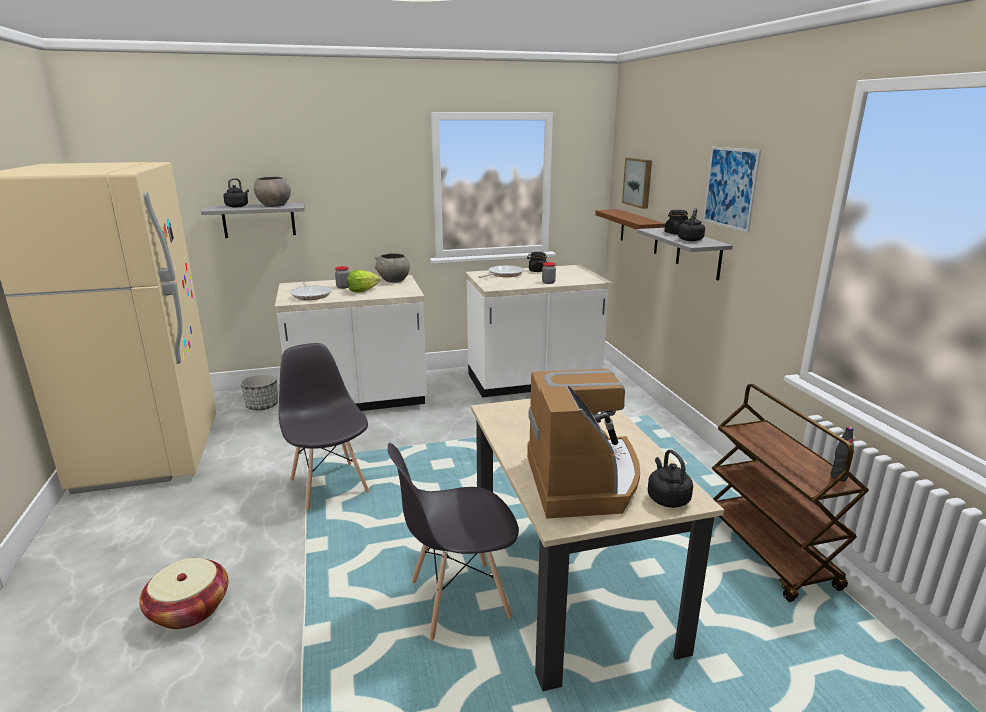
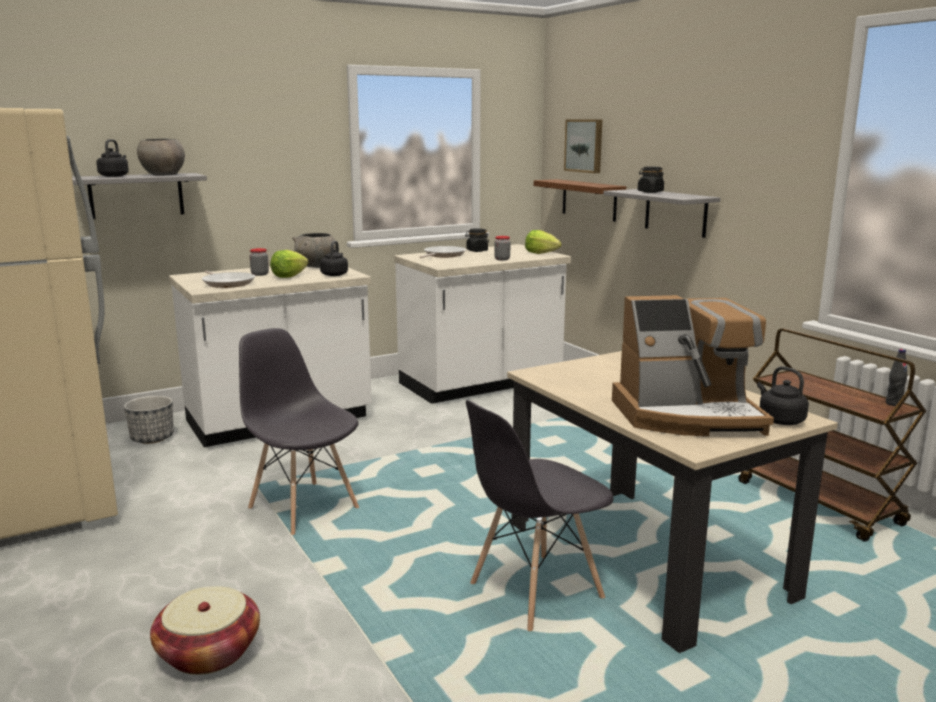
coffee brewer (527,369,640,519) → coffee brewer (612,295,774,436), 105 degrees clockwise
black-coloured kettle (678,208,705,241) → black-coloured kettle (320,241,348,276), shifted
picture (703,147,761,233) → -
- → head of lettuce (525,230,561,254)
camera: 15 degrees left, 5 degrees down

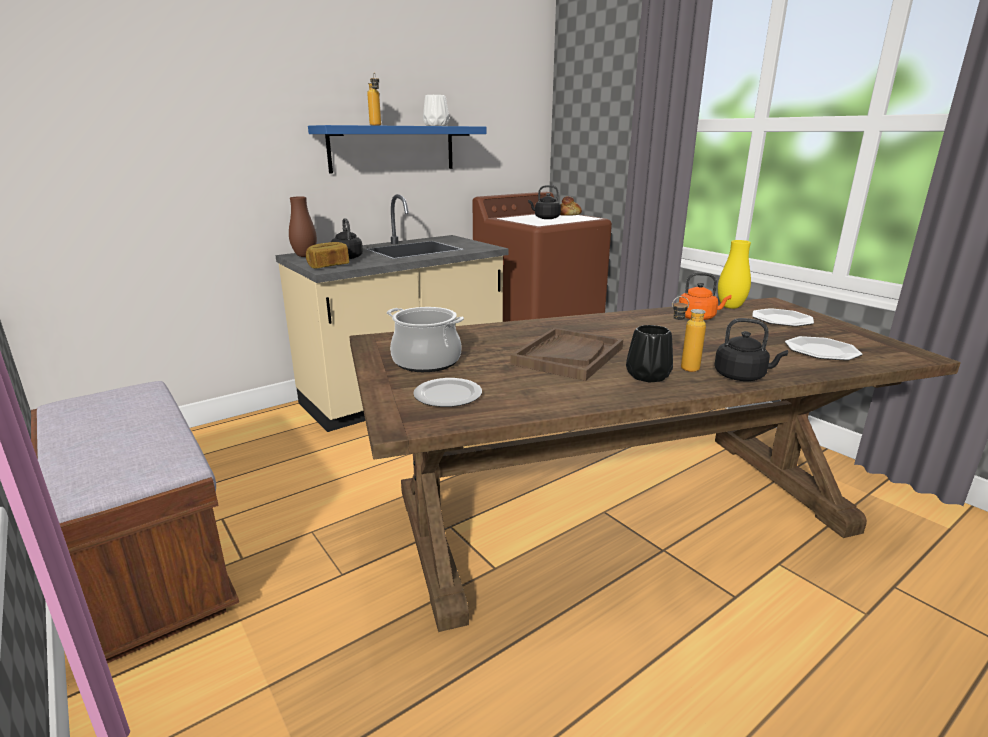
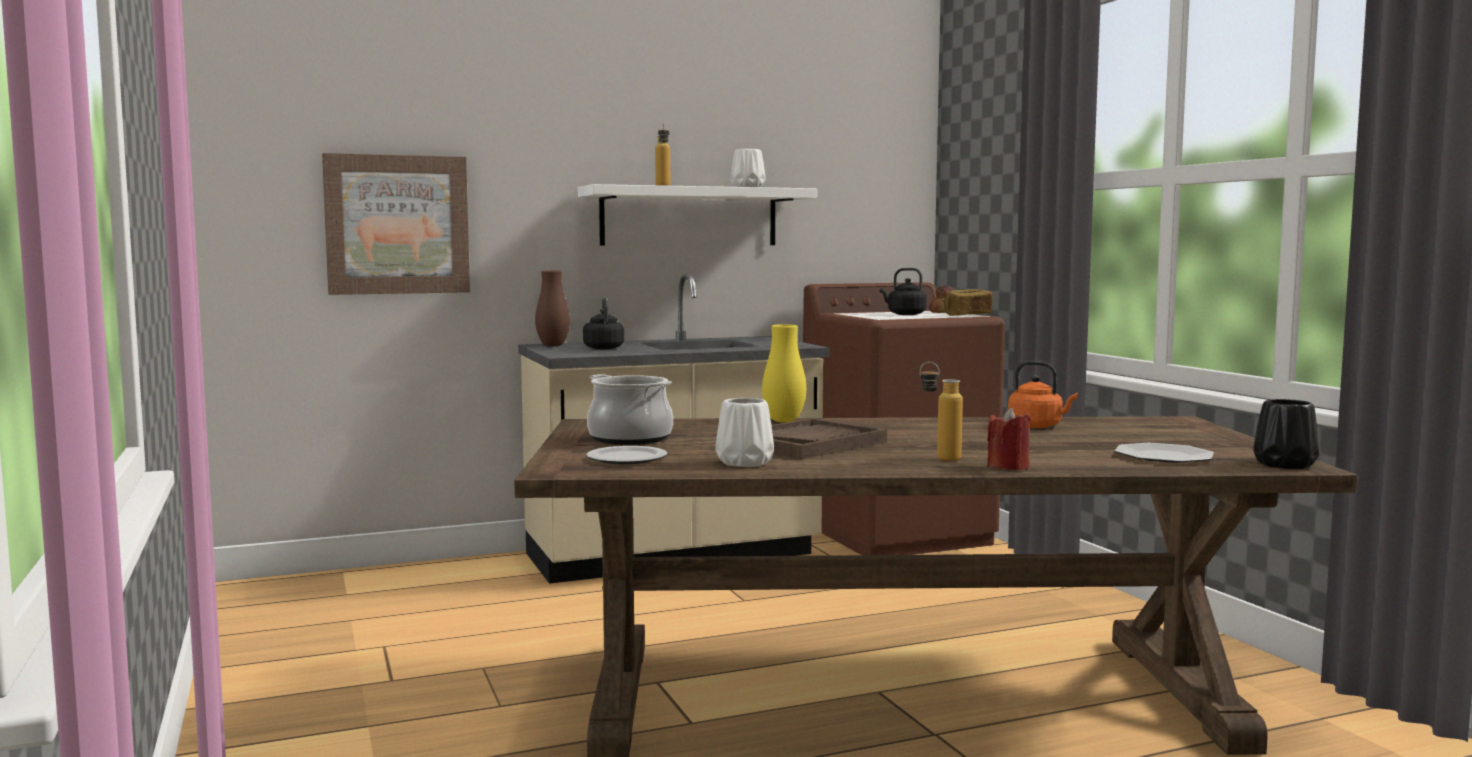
brownish indoor bench (31,381,239,663) → -
baked bread (306,242,349,269) → baked bread (944,289,993,316), shifted
blue shelf (308,125,486,173) → white shelf (578,184,817,246)
black-coloured decorative vase (626,325,673,382) → black-coloured decorative vase (1253,399,1319,469), shifted
black-coloured kettle (714,318,788,381) → red wax candle (987,408,1031,470)
yellow-coloured decorative vase (718,240,751,309) → yellow-coloured decorative vase (762,324,806,422), shifted
dinner plate (752,308,814,327) → -
- → picture (322,153,470,295)
- → white decorative vase (715,398,774,467)
camera: 15 degrees right, 15 degrees down

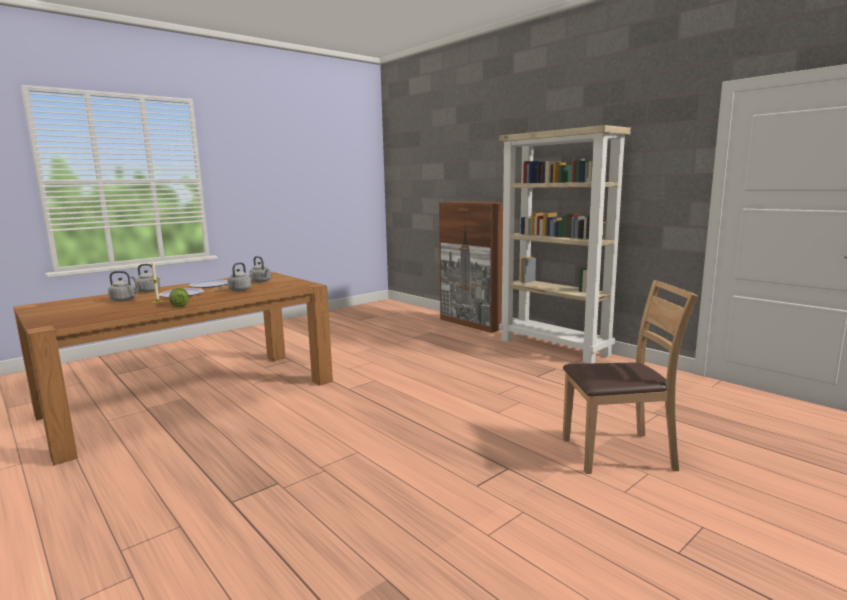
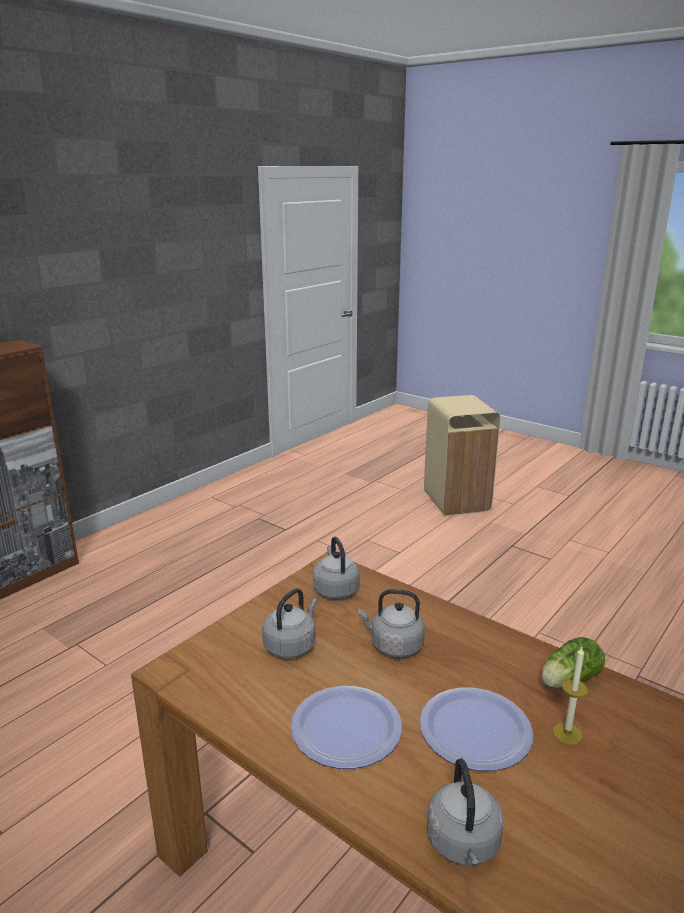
gray kettle (108,271,141,302) → gray kettle (313,537,360,599), shifted
beige-coloured bookshelf (499,125,631,364) → -
brownish chair (563,280,698,474) → beige-coloured rubbish bin (424,395,500,516)
camera: 100 degrees left, 10 degrees up

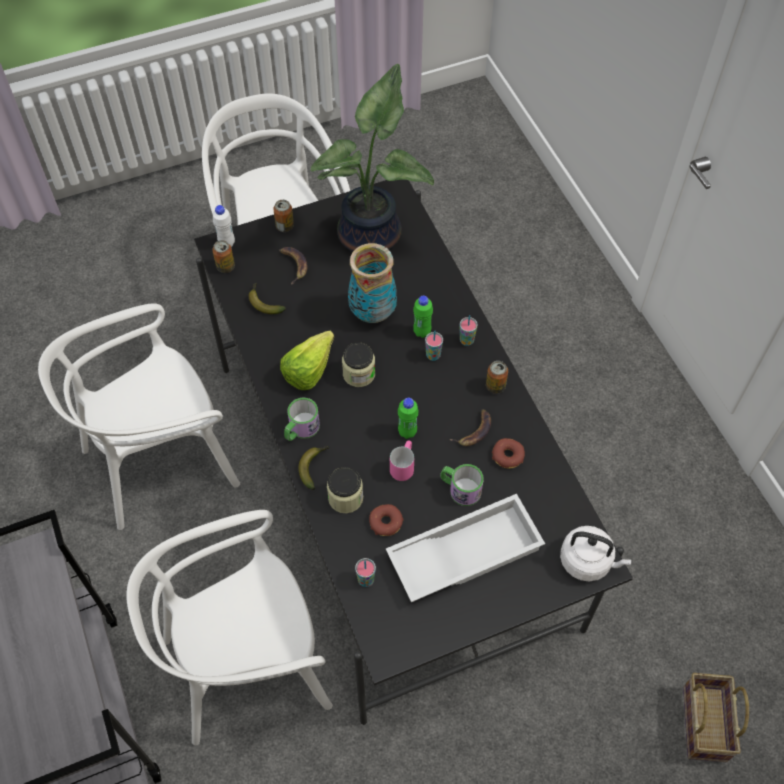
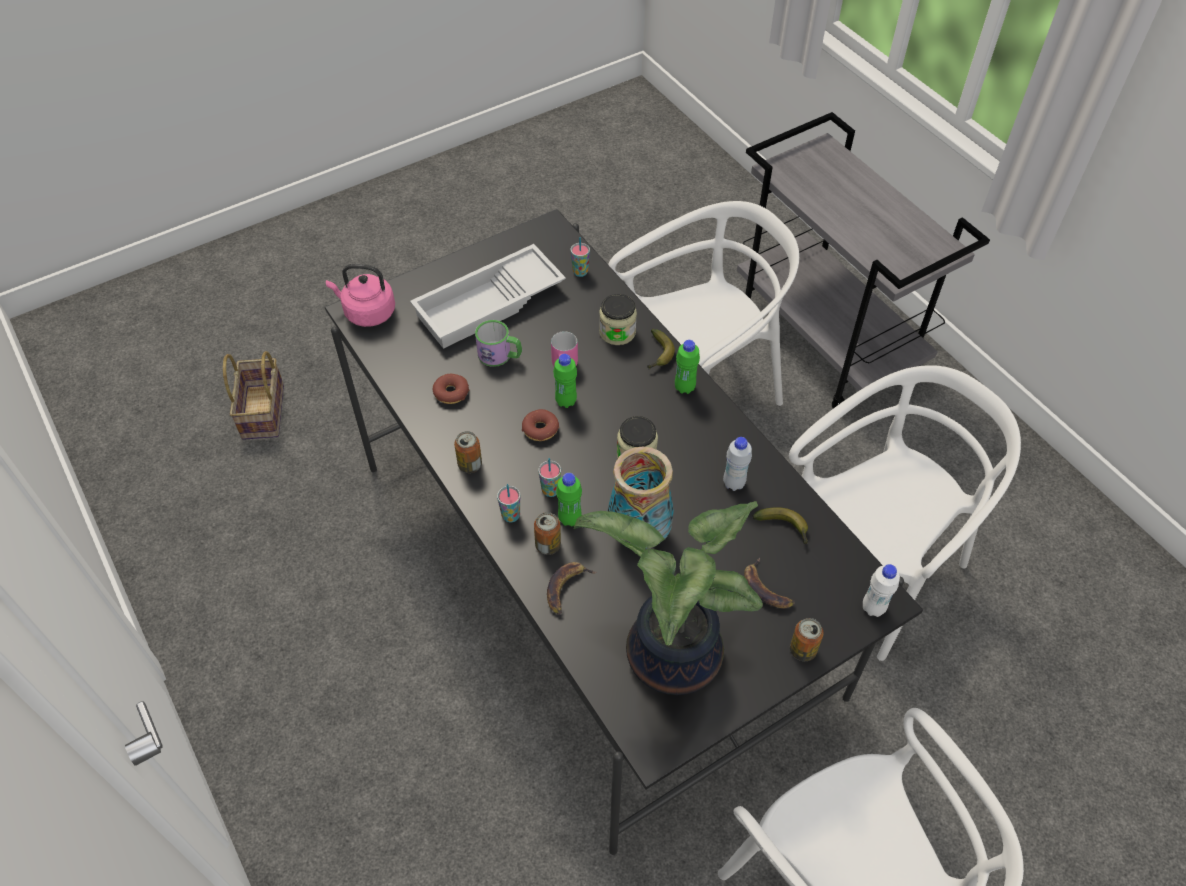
sealed can (212,240,235,273) → sealed can (534,512,561,555), shifted
head of lettuce (280,331,334,390) → -
coffee mug (284,397,320,441) → green-coloured drink bottle (675,340,700,394)
ring doughnut (369,504,404,536) → ring doughnut (522,409,559,441), shifted
whole banana (449,409,491,446) → whole banana (547,562,597,615), shifted
white kettle (560,526,631,581) → pink kettle (326,264,395,327)
- → white drink bottle (723,437,752,491)
camera: 170 degrees right, 5 degrees down

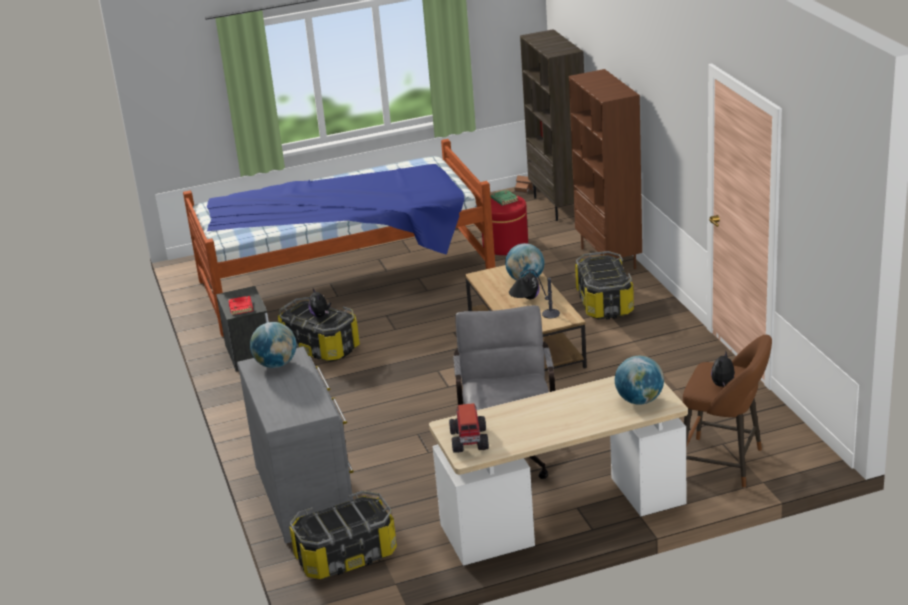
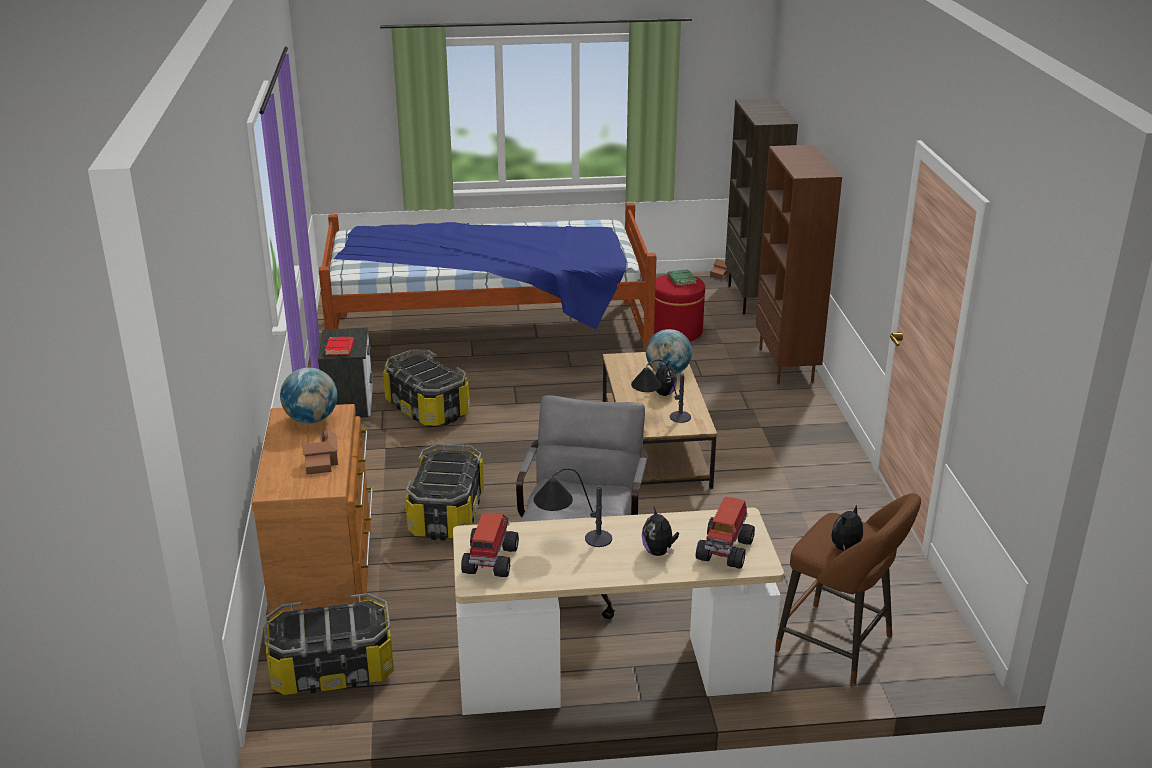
gray drawer chest (237,347,354,544) → brownish drawer chest (251,404,373,620)
plush toy (309,289,331,318) → plush toy (642,507,679,556), shifted
storage bin (575,251,634,320) → storage bin (405,444,484,541), shifted
world globe (615,356,664,405) → toy truck (696,497,755,569)
- → miniature house (302,428,338,475)
- → tabletop lamp (534,468,612,547)
camera: 10 degrees right, 0 degrees up

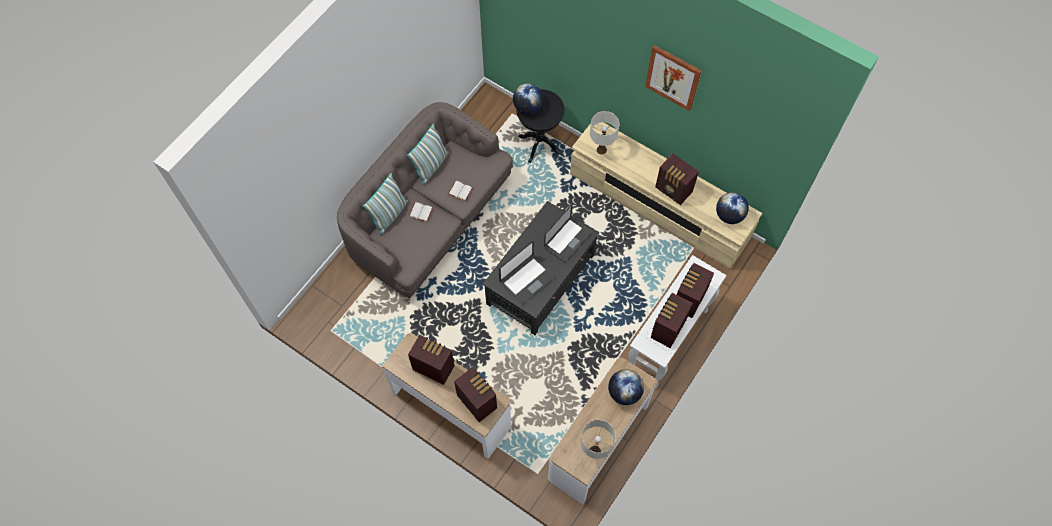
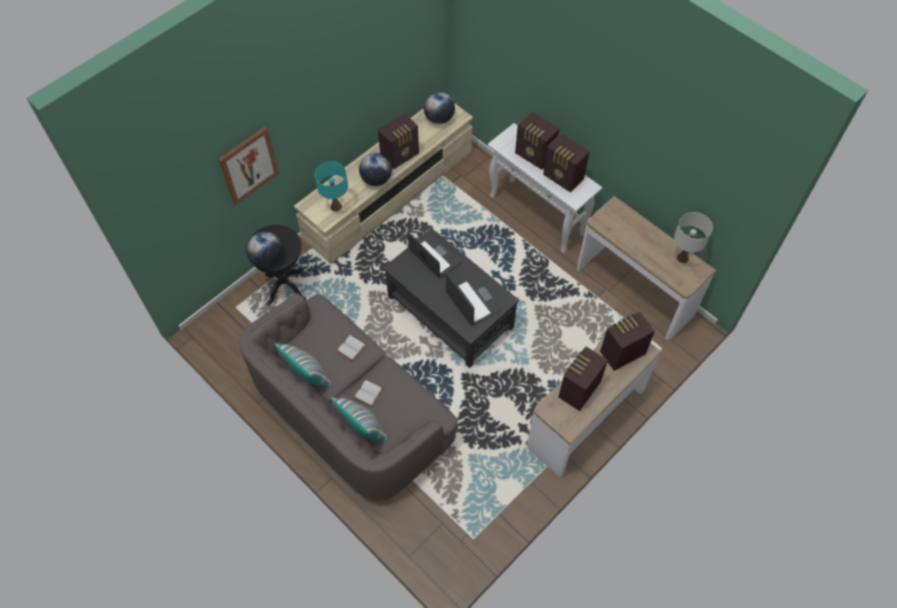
white tabletop lamp (590,111,619,154) → turquoise tabletop lamp (315,161,348,211)
world globe (608,369,644,405) → world globe (359,153,392,186), shifted
picture (645,45,702,111) → picture (218,127,279,205), shifted
camera: 80 degrees left, 5 degrees down

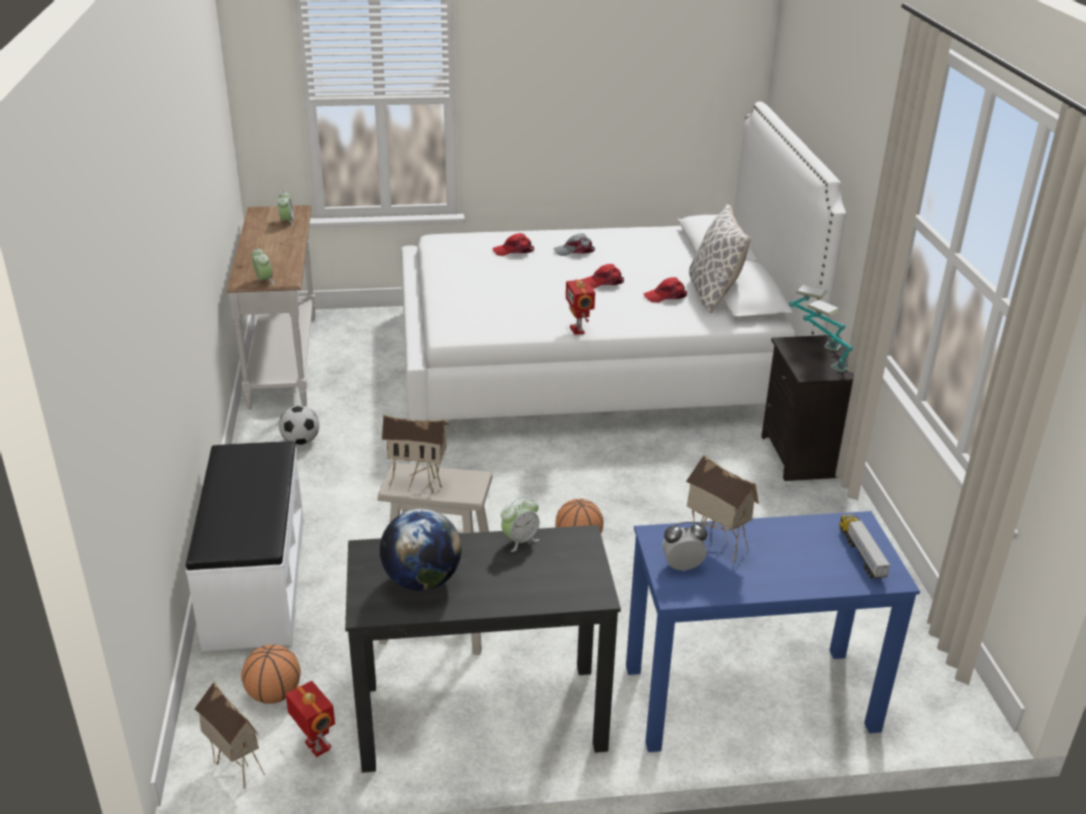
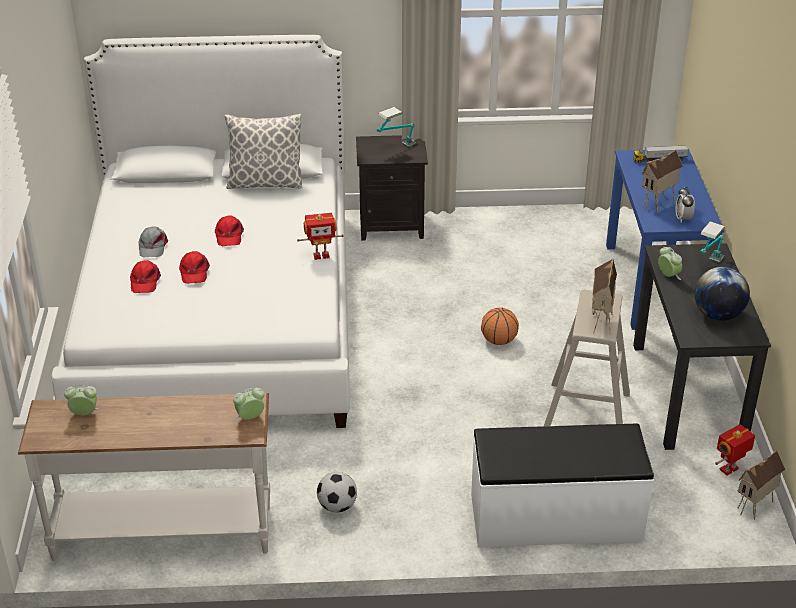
basketball ball (241,644,301,704) → -
red peaked cap (643,277,687,303) → red peaked cap (179,251,210,284), shifted
tabletop lamp (789,285,845,351) → tabletop lamp (700,221,725,263), shifted
camera: 85 degrees left, 5 degrees up

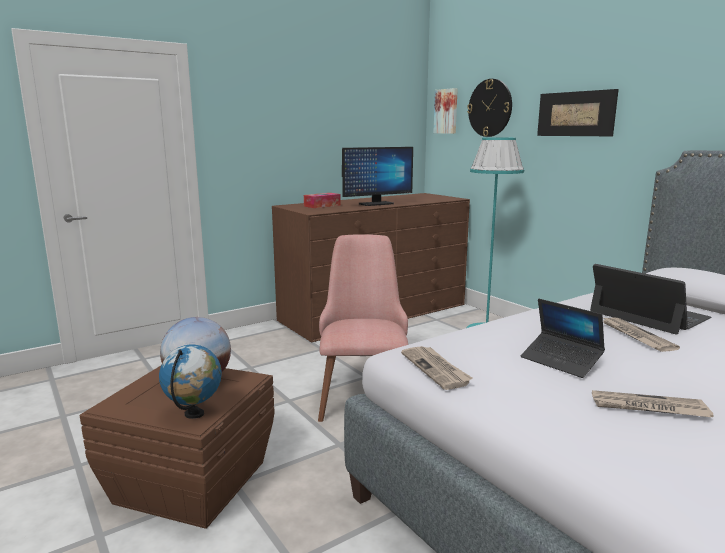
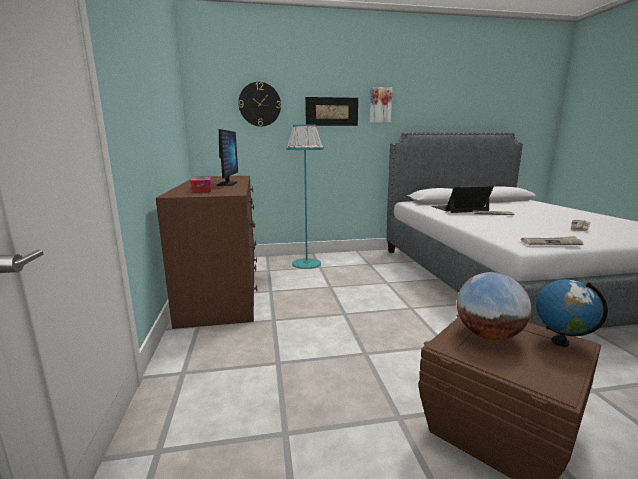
pink chair (318,234,408,422) → -
picture (433,88,458,134) → picture (369,87,393,123), shifted
laptop (521,299,605,378) → -
camera: 65 degrees left, 0 degrees up

